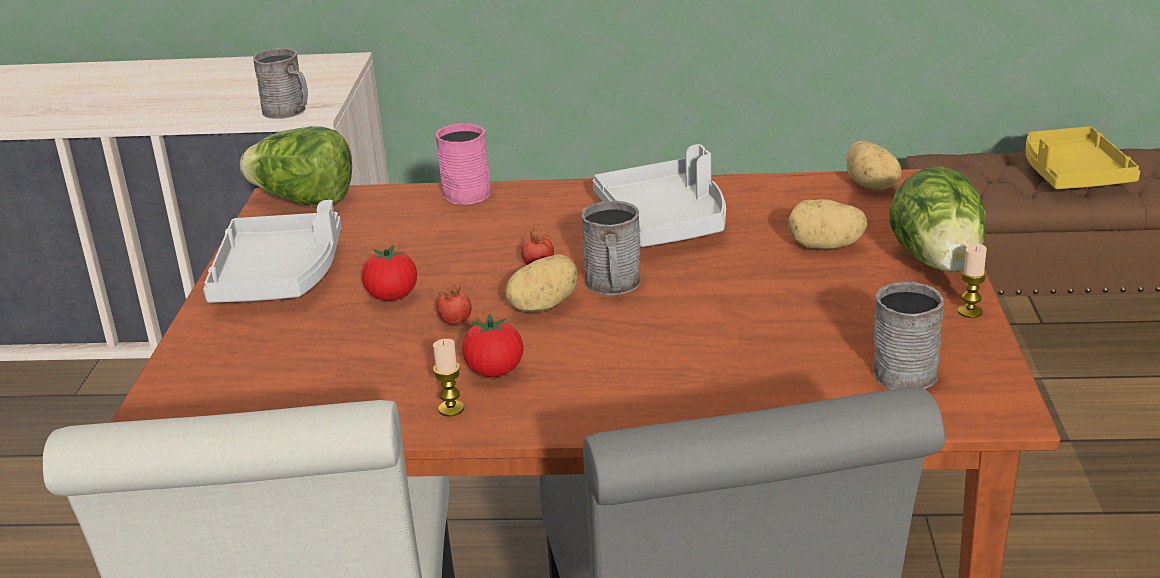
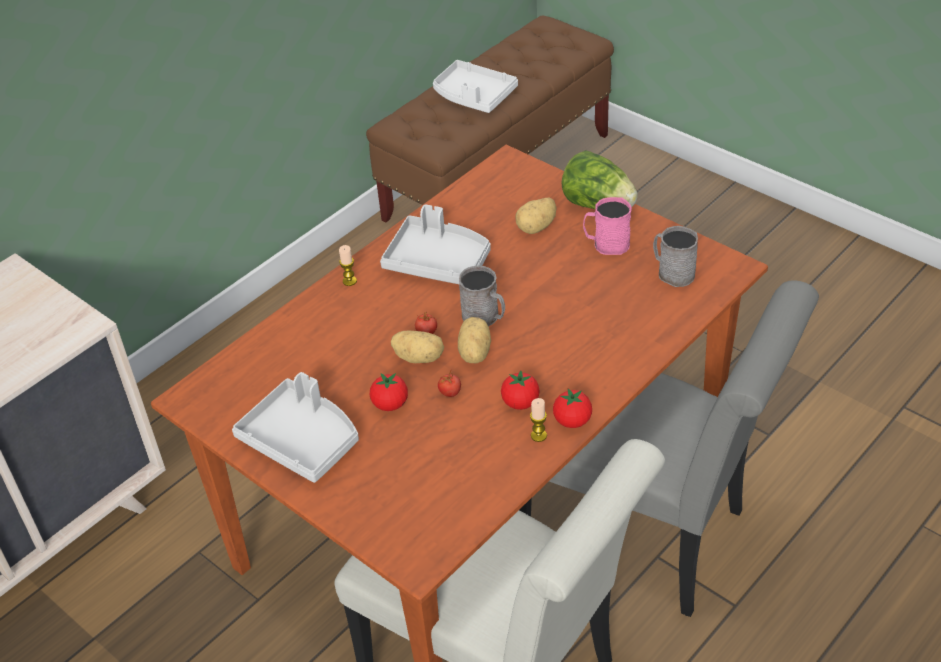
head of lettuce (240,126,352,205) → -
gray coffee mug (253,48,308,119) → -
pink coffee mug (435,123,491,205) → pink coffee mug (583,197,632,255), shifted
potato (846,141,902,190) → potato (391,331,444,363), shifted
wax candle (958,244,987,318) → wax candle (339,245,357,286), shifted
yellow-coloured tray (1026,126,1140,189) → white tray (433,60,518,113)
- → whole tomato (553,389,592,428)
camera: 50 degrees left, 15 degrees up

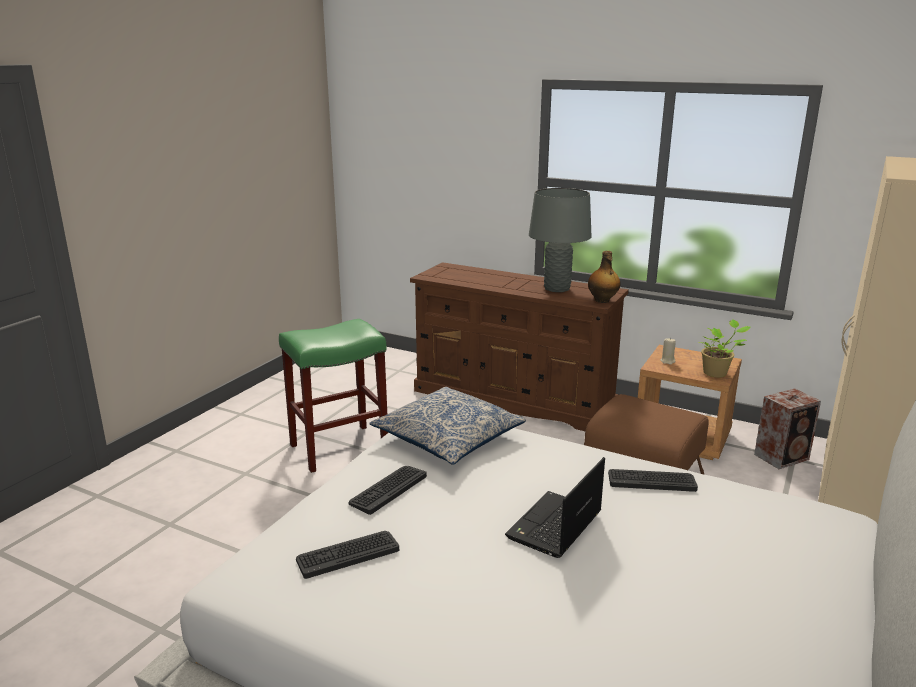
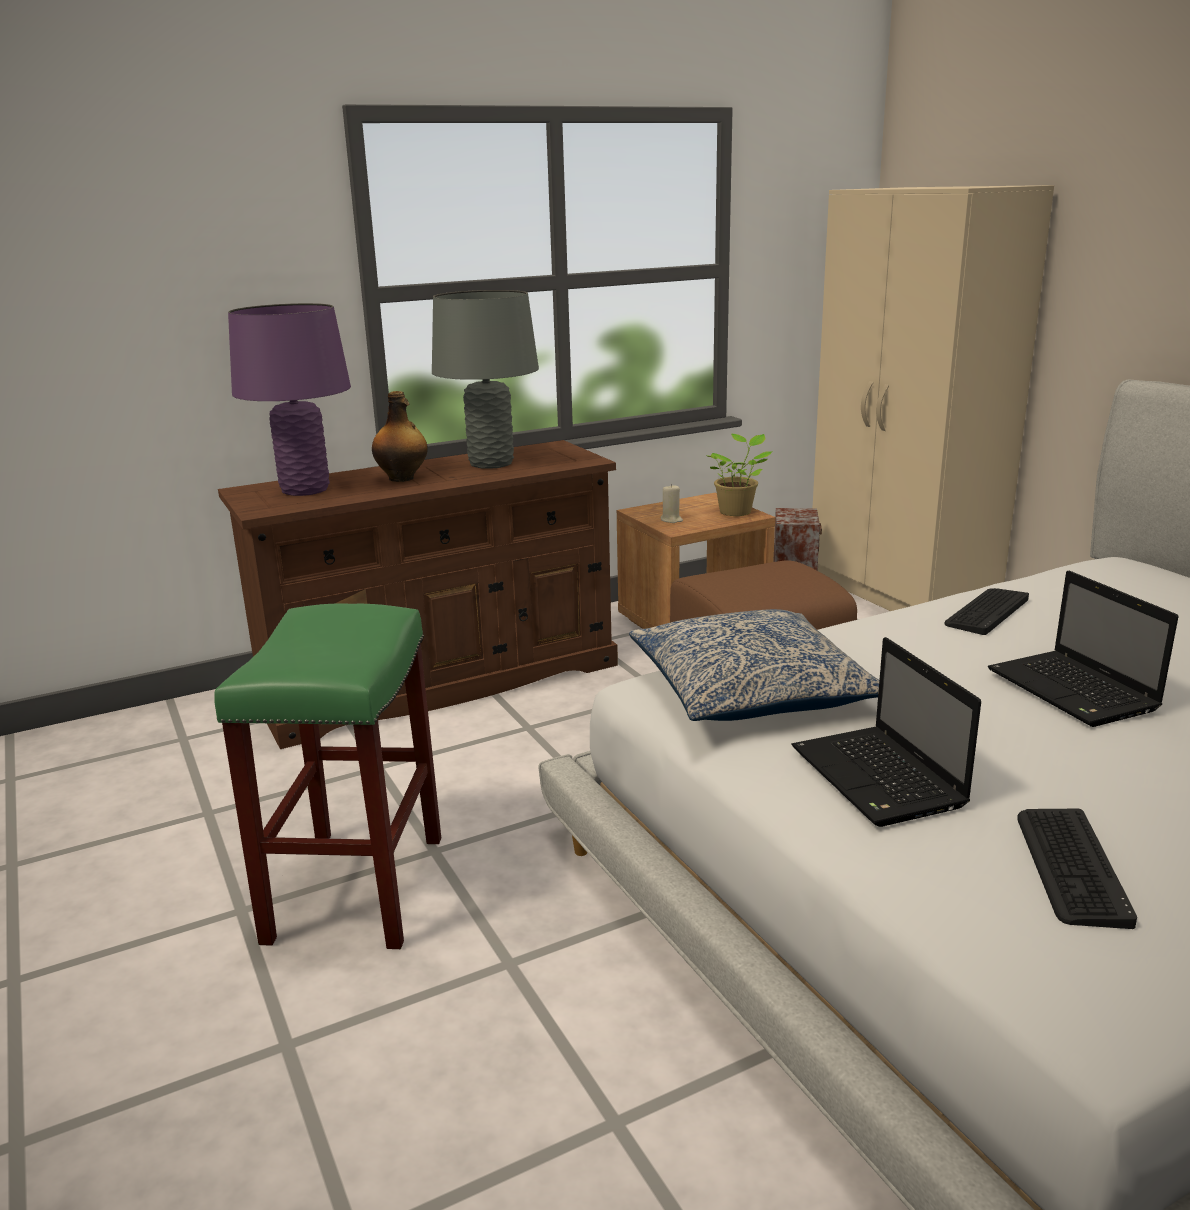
keyboard (349,466,427,515) → laptop (792,637,981,827)
drink bottle (588,251,621,303) → drink bottle (372,391,428,482), shifted
- → purplish tabletop lamp (228,303,351,496)
camera: 55 degrees left, 0 degrees up

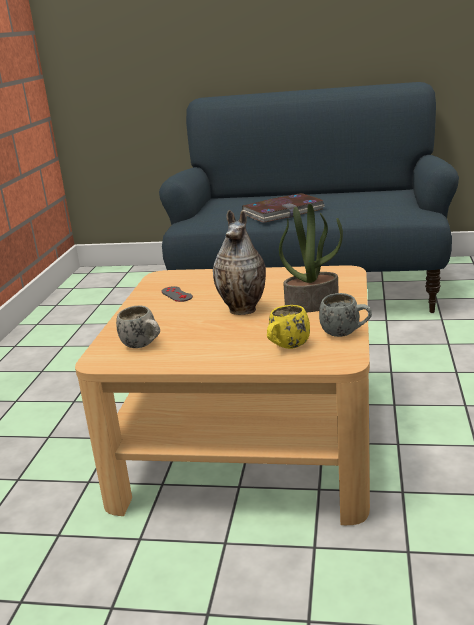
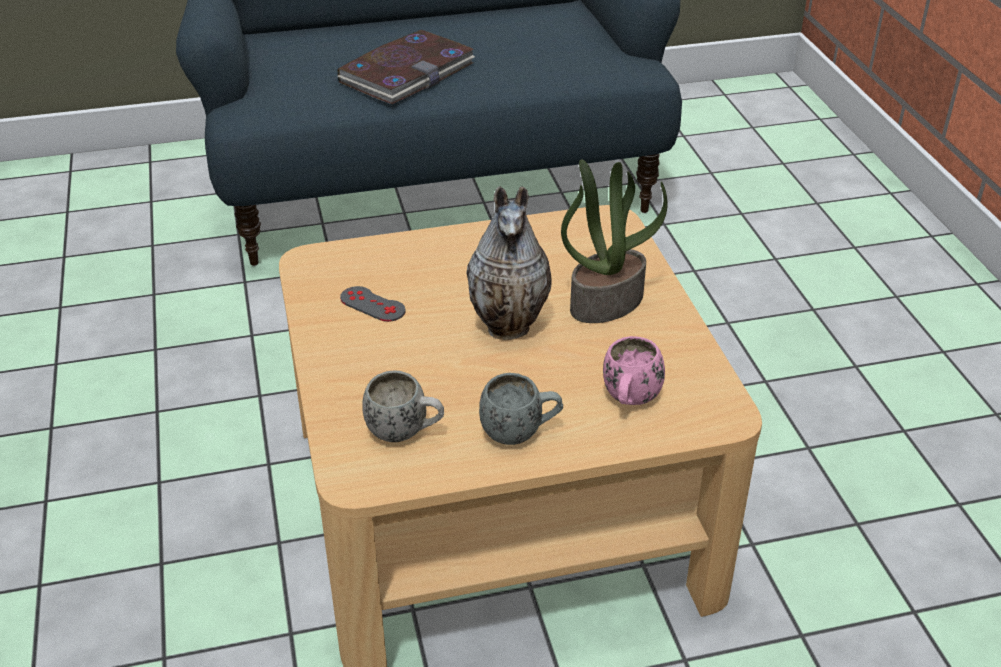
yellow-coloured coffee mug (267,305,310,349) → pink coffee mug (603,336,665,405)
gray coffee mug (319,293,372,337) → gray coffee mug (479,373,563,445), shifted
camera: 25 degrees left, 15 degrees up

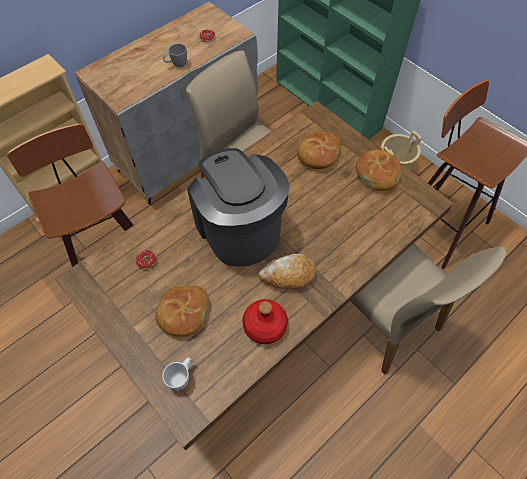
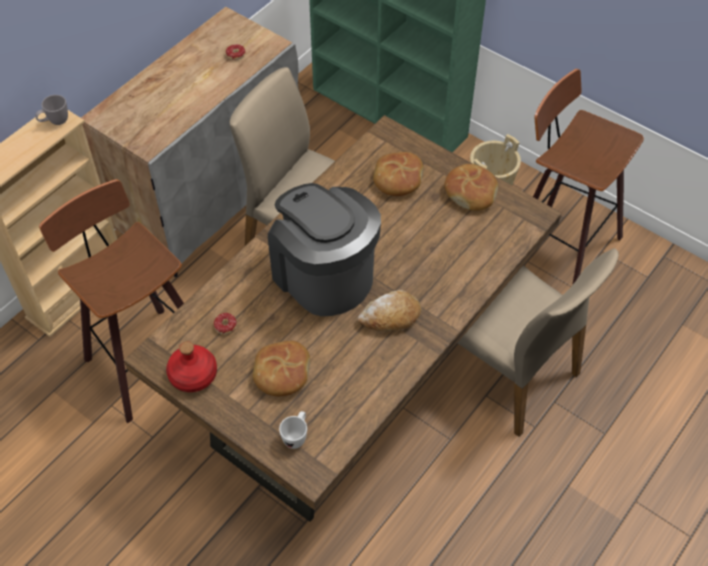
gray coffee mug (163,43,187,67) → gray coffee mug (35,95,68,125), shifted
red drink bottle (243,299,288,344) → red drink bottle (166,341,217,392), shifted
camera: 10 degrees left, 5 degrees down

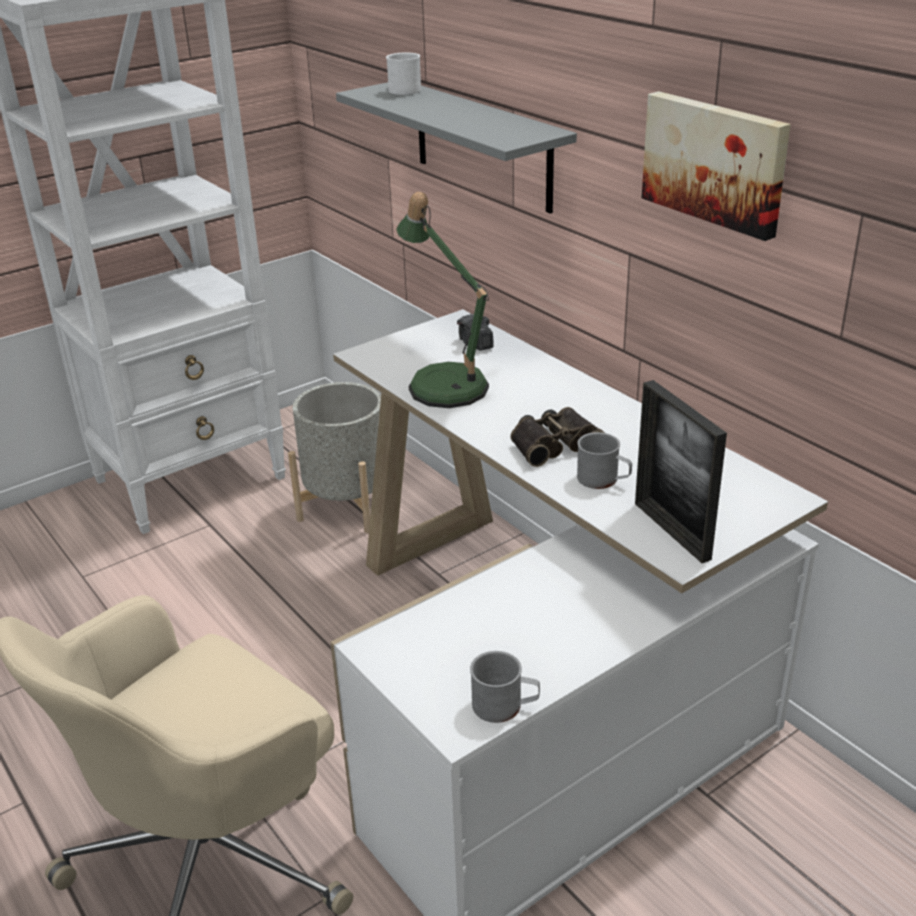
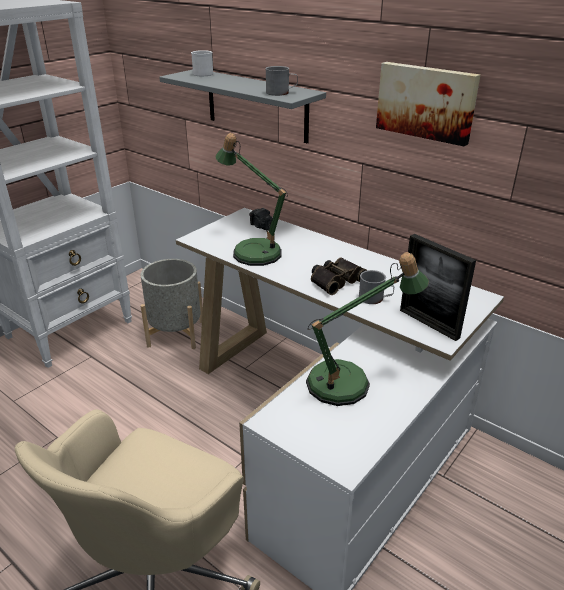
gray coffee mug (470,651,540,723) → gray coffee mug (265,66,298,96), shifted
- → tabletop lamp (306,252,429,406)
camera: 15 degrees left, 0 degrees up

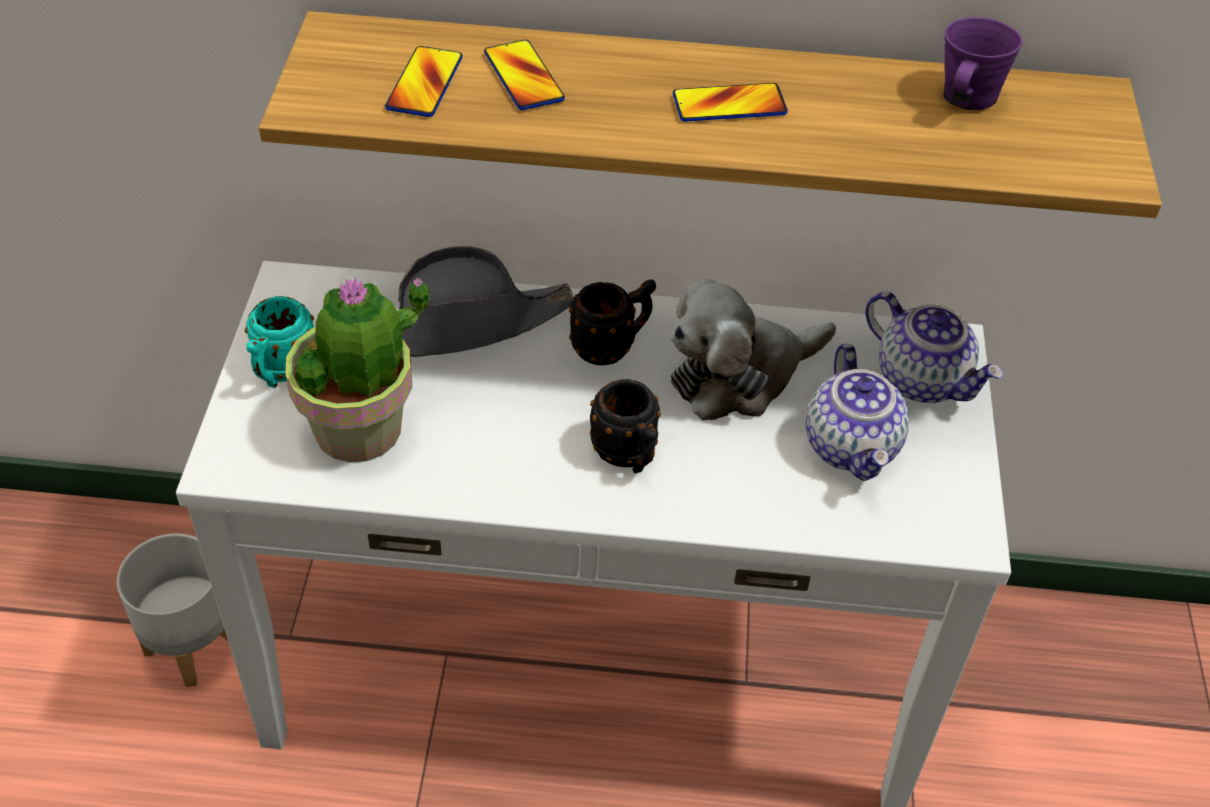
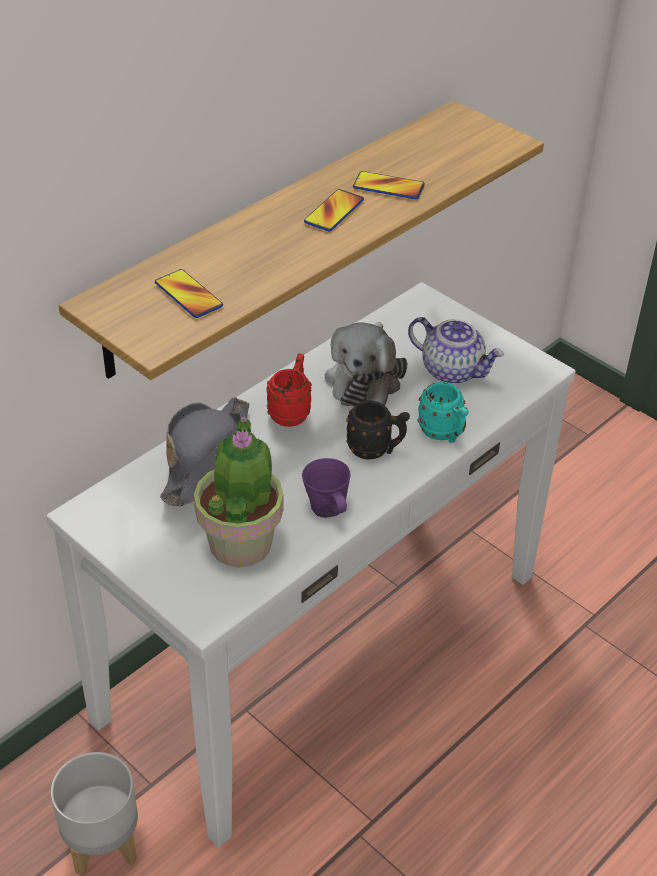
turquoise coffee mug (245,296,314,388) → turquoise coffee mug (418,382,469,443), shifted
handset (484,40,565,110) → handset (353,171,425,199), shifted
black-coloured coffee mug (569,279,656,365) → red coffee mug (267,353,312,427)
teapot (865,292,1003,403) → -
purplish coffee mug (944,17,1022,110) → purplish coffee mug (302,458,351,518), shifted
camera: 50 degrees left, 5 degrees down

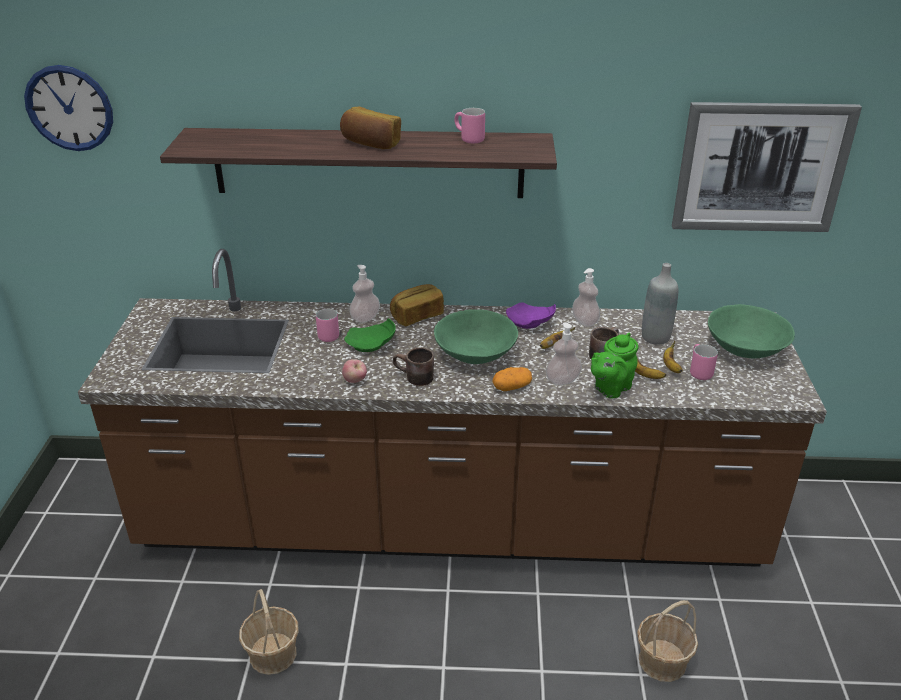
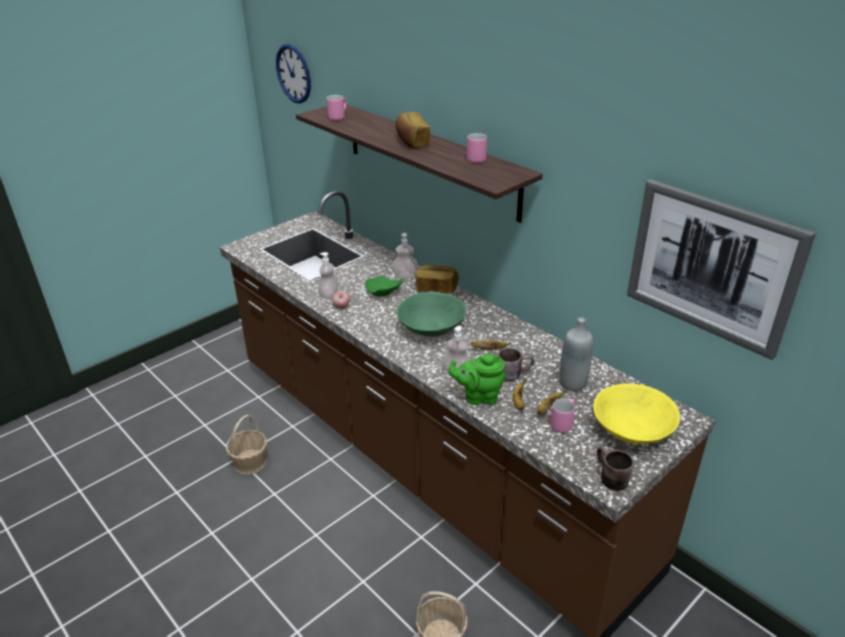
pink coffee mug (316,309,339,342) → pink coffee mug (326,95,346,121), shifted
brownish coffee mug (393,347,434,386) → brownish coffee mug (597,447,634,491), shifted
potato (492,367,532,391) → -
purplish dinner plate (506,302,556,329) → -
liquid soap bottle (572,268,600,326) → liquid soap bottle (318,252,338,299), shifted
green-coloured deep dish (708,304,795,359) → yellow-coloured deep dish (593,383,680,444)
camera: 45 degrees right, 0 degrees up

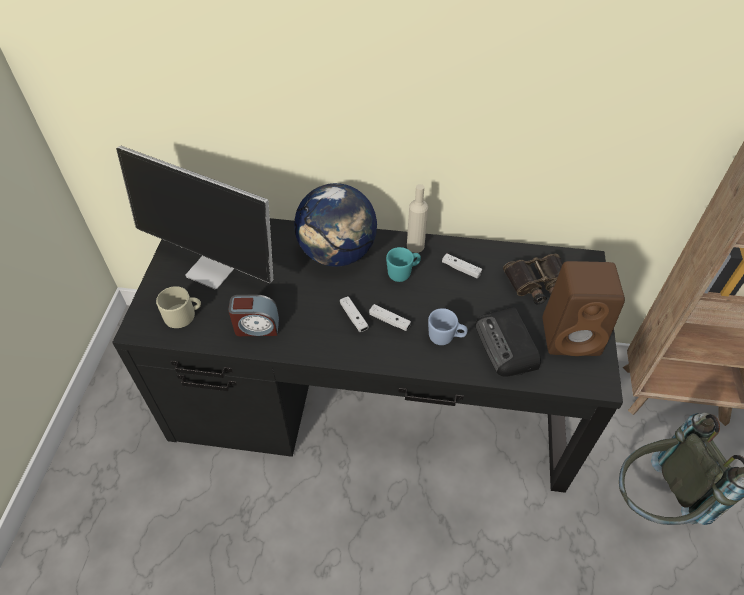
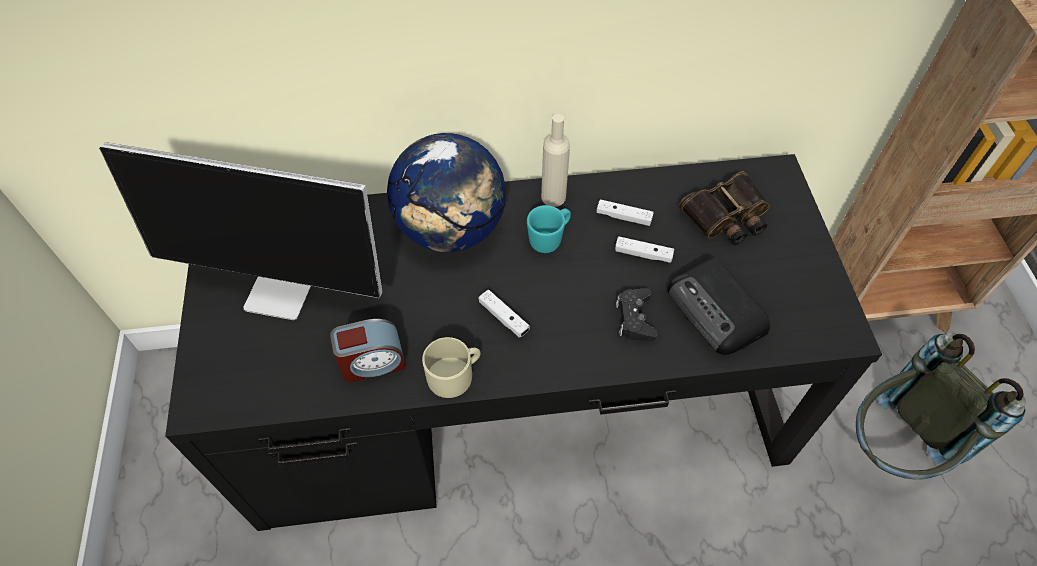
beige-coloured coffee mug (156,286,201,328) → beige-coloured coffee mug (422,337,481,398), shifted
white gamepad (369,304,411,331) → white gamepad (615,237,674,263), shifted
blue coffee mug (428,308,468,345) → black-coloured gamepad (616,288,658,341)
brownish speaker (542,261,625,356) → -
camera: 15 degrees left, 5 degrees up

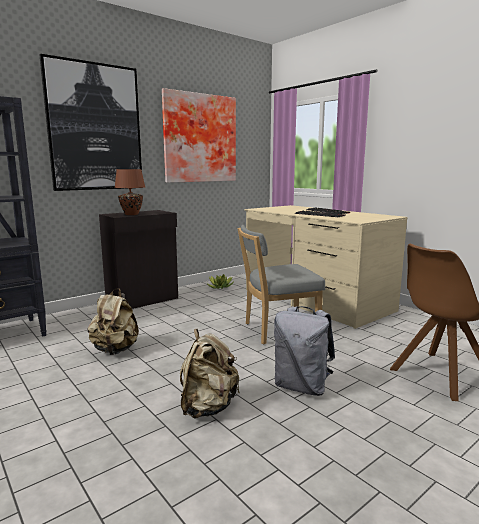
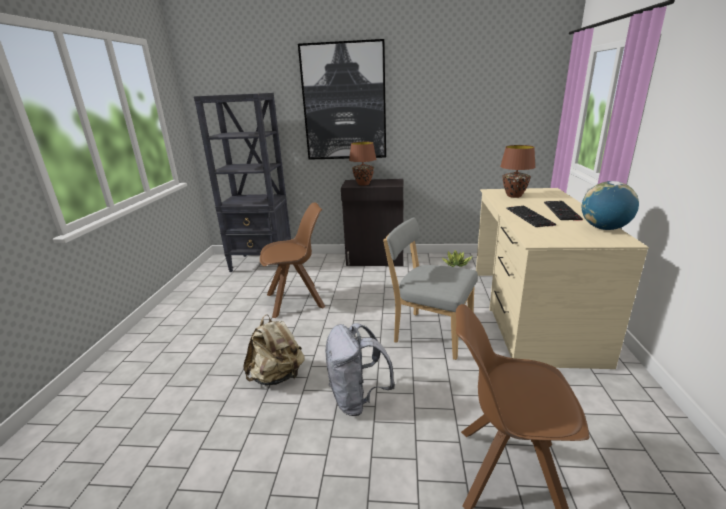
beige-coloured knapsack (88,288,139,355) → brownish chair (260,202,326,318)
picture (162,88,236,183) → -
- → brownish tabletop lamp (500,145,535,198)
- → world globe (582,181,639,230)
camera: 45 degrees right, 10 degrees up

